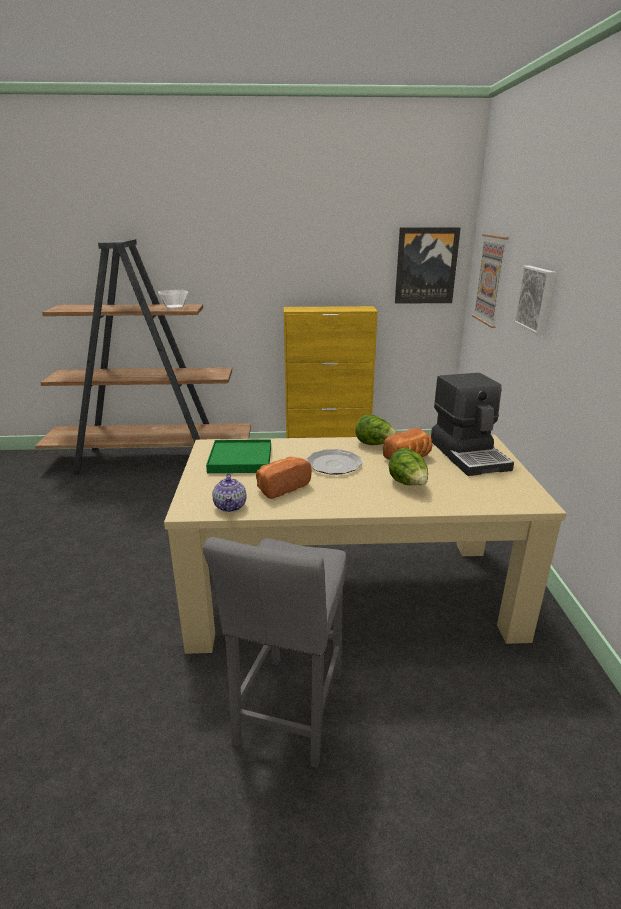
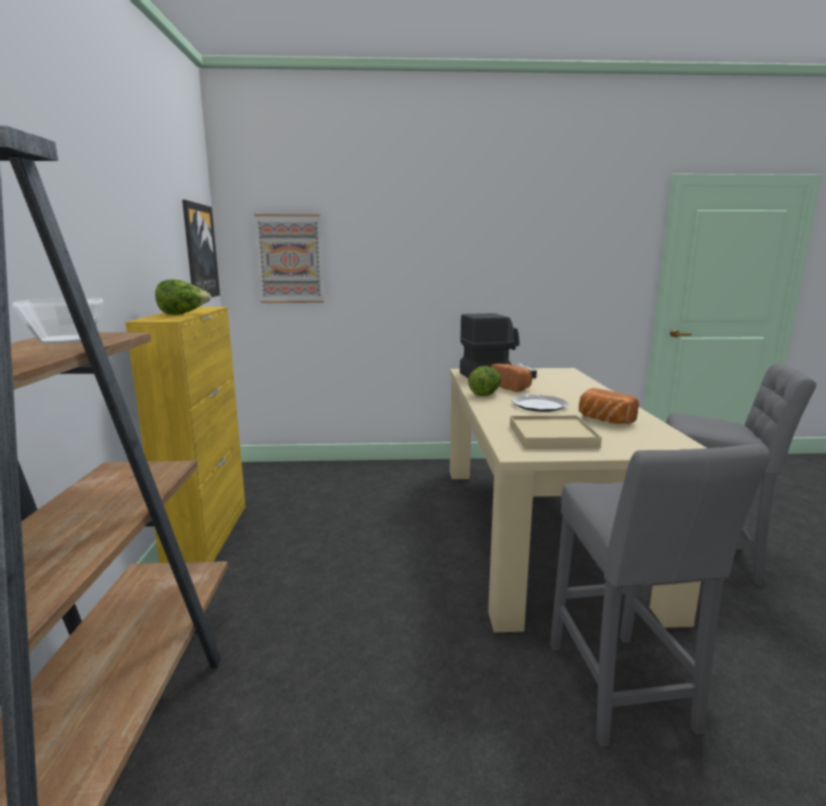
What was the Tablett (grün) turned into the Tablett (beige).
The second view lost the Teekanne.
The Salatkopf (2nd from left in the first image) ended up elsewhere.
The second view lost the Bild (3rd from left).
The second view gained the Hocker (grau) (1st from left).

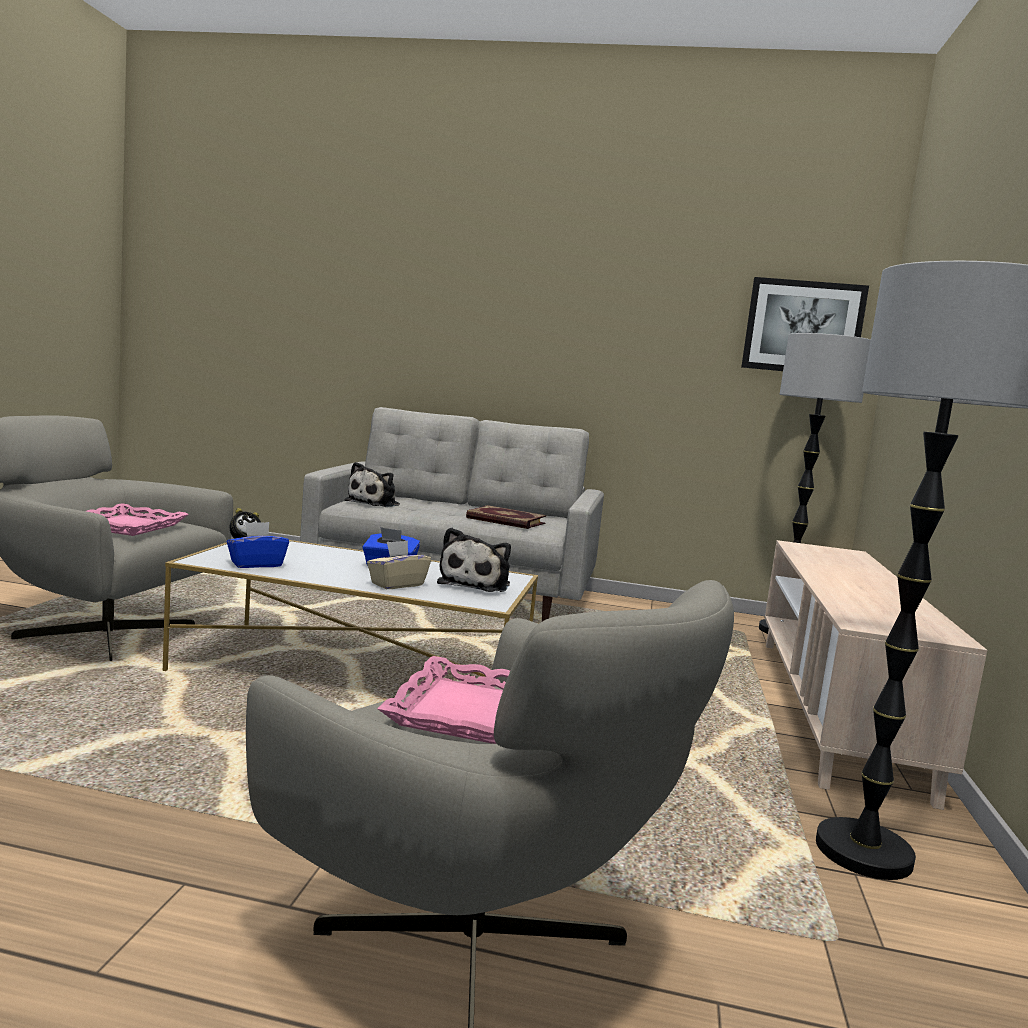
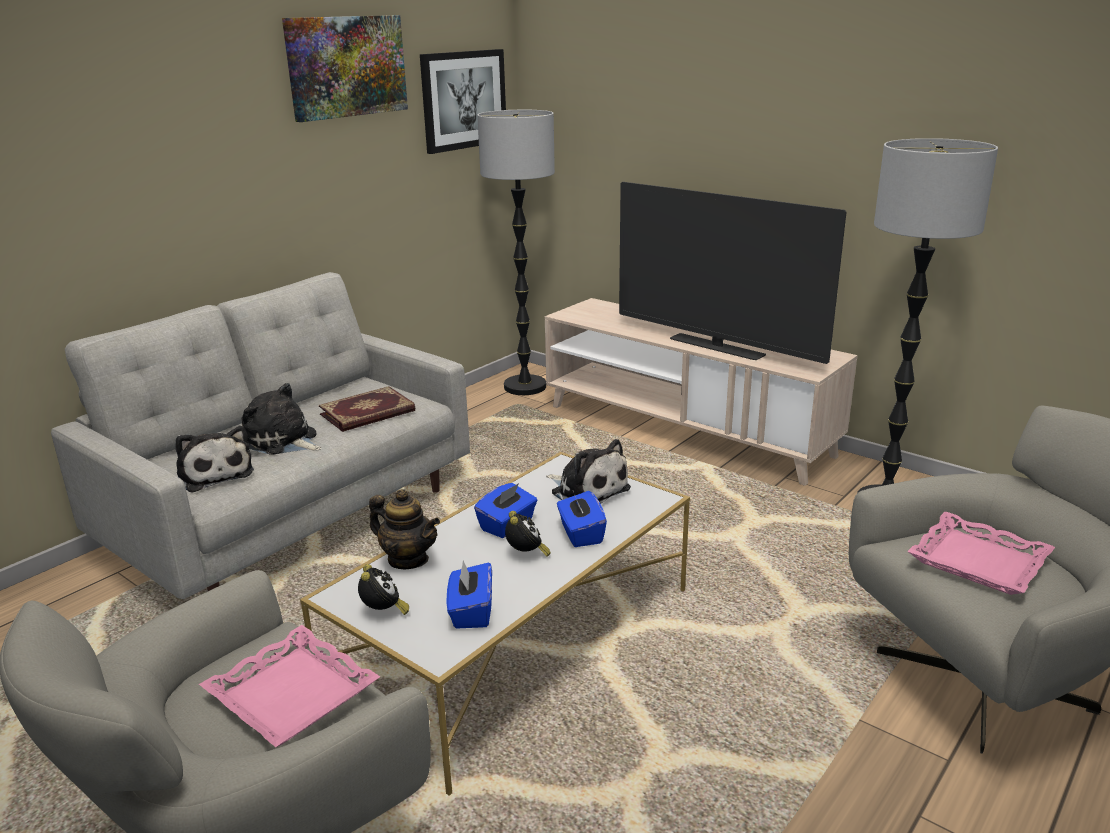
What was the Taschentuchbox (beige) turned into the Taschentuchbox (blau) (3rd from left).
The second view gained the Plüschtier (2nd from left).
The second view gained the Bild (1st from left).
The second view gained the Teekanne.
The second view gained the Wecker (2nd from left).
The second view gained the Fernseher.

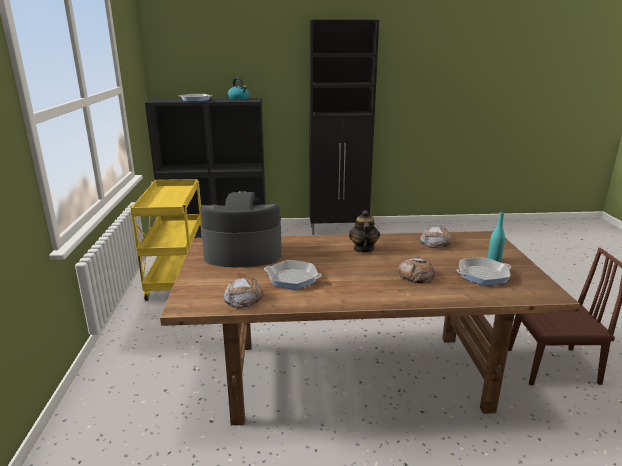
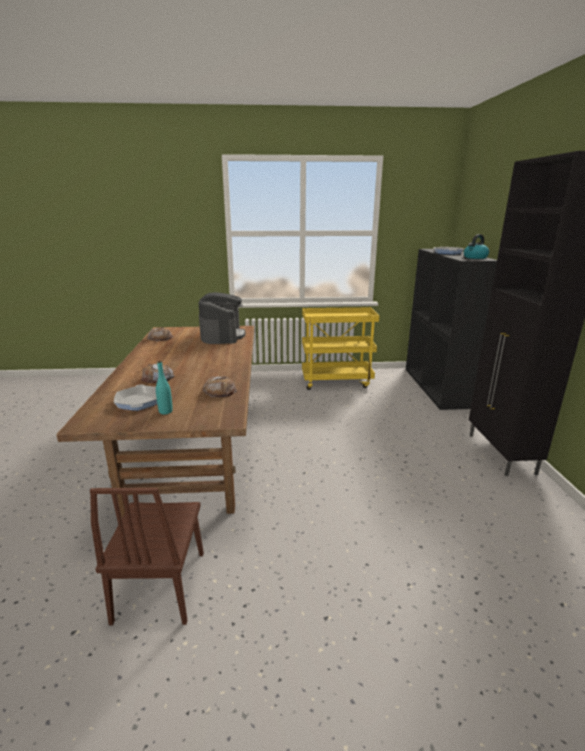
The second view lost the Pfanne (2nd from left).
The second view lost the Teekanne.

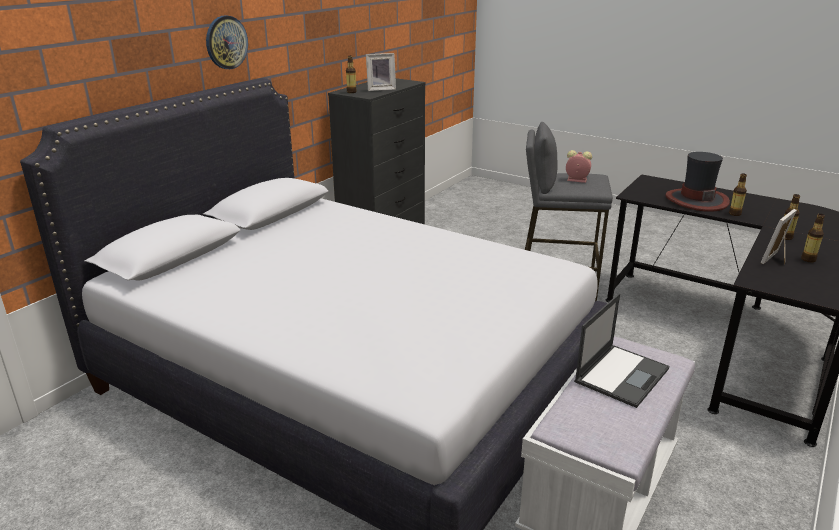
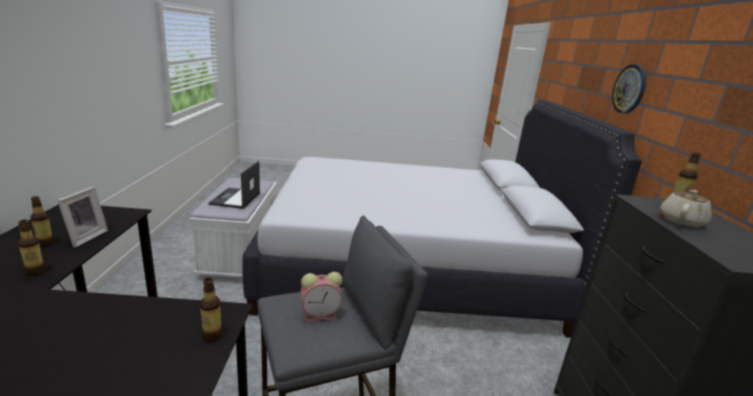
Where the Bilderrahmen (1st from left) stood, the Teekanne (beige) came to stand.
The second view lost the Hut.
The Flasche (2nd from left in the first image) ended up elsewhere.

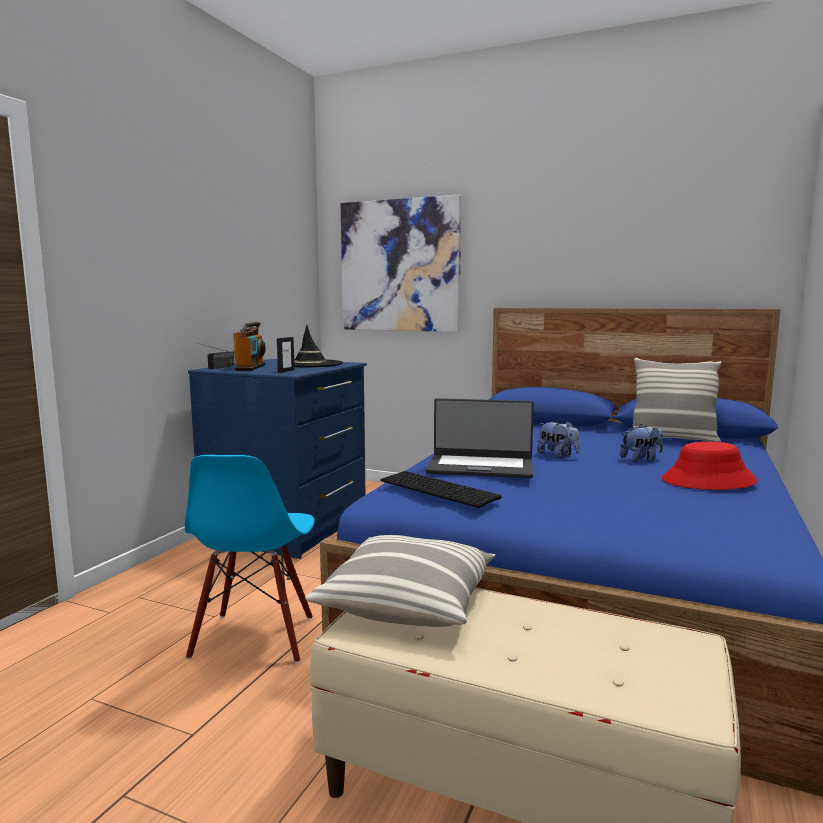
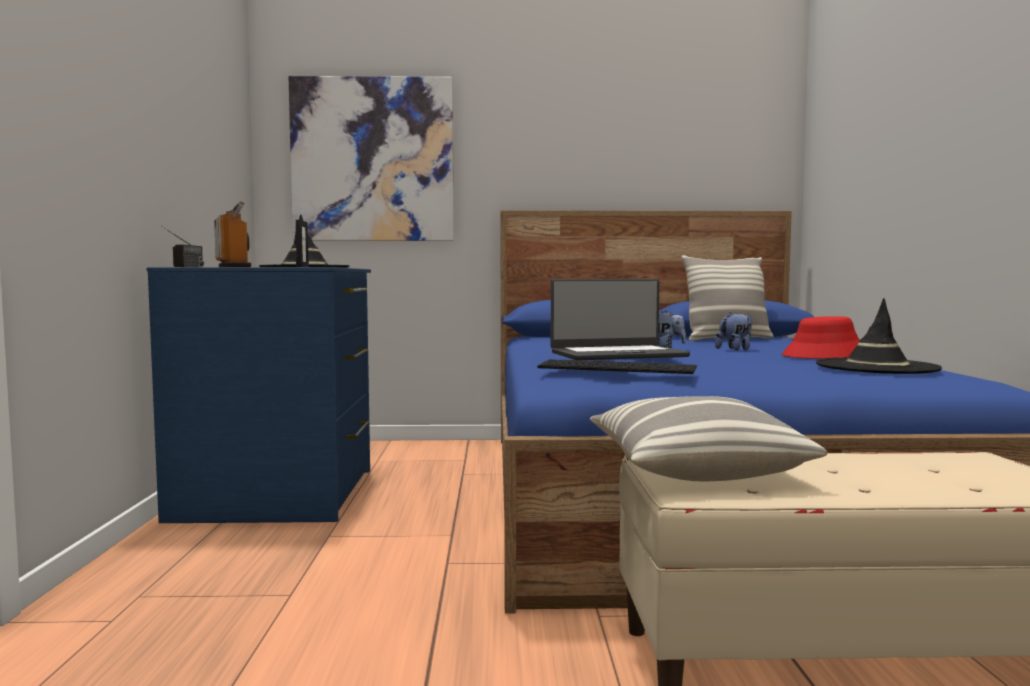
The second view lost the Stuhl (blau).
The second view gained the Hut (schwarz) (2nd from left).

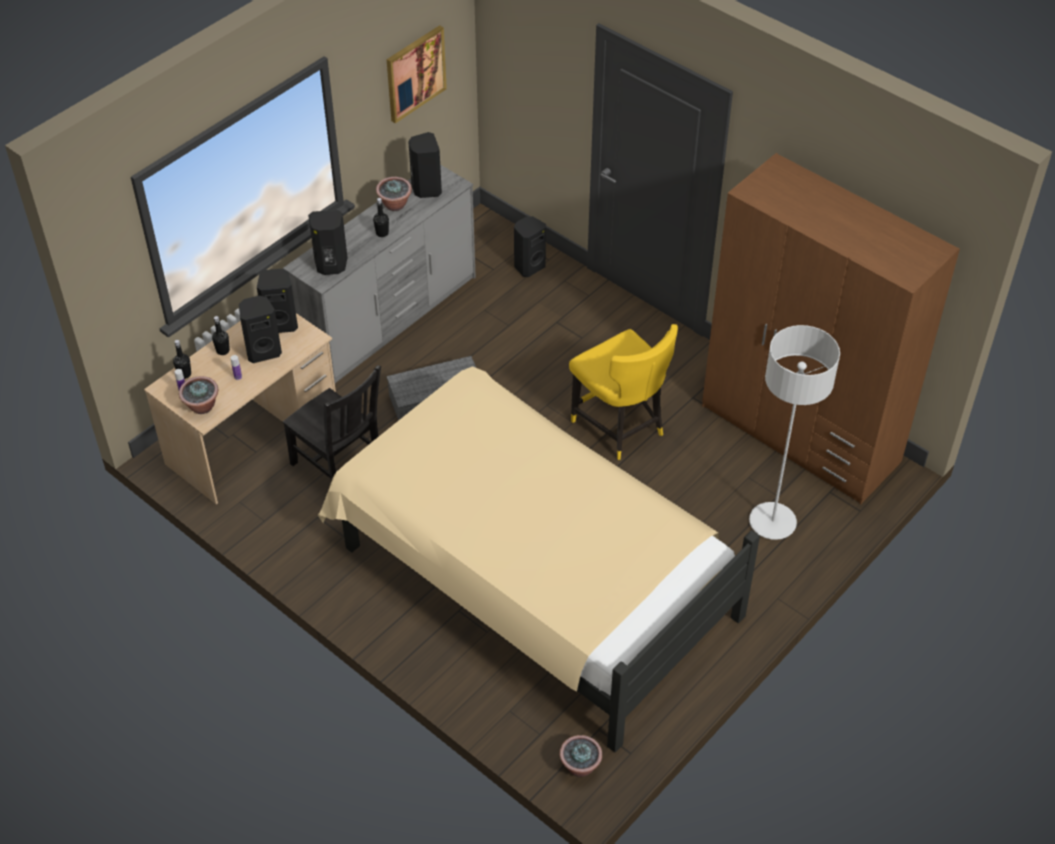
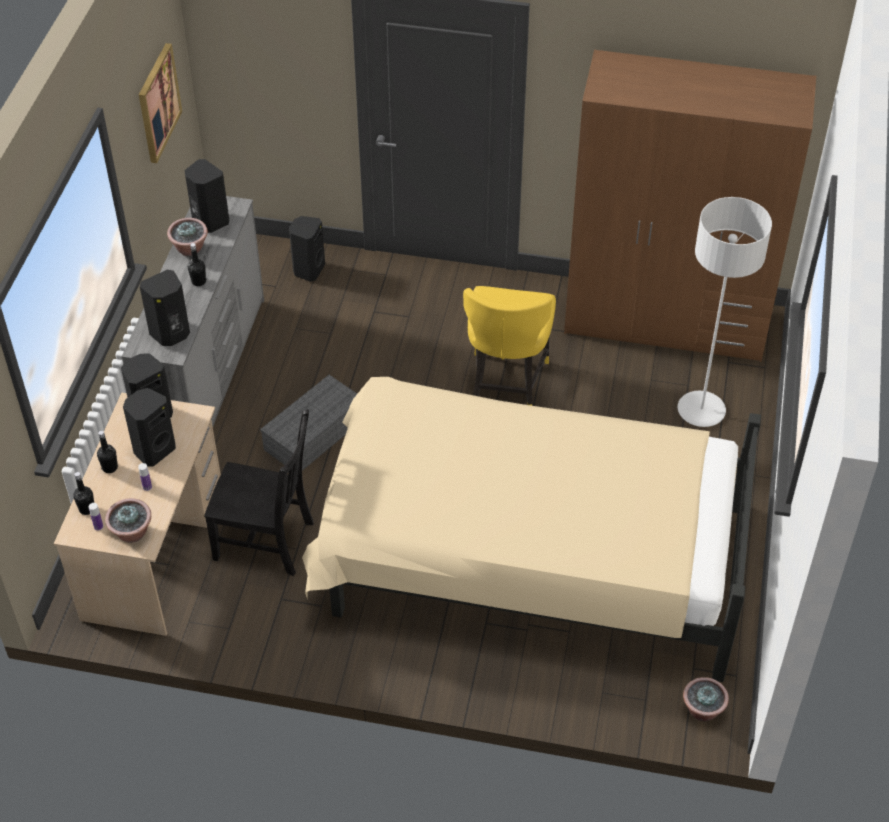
The Stuhl (gelb) ended up facing another way, 75 degrees clockwise from before.

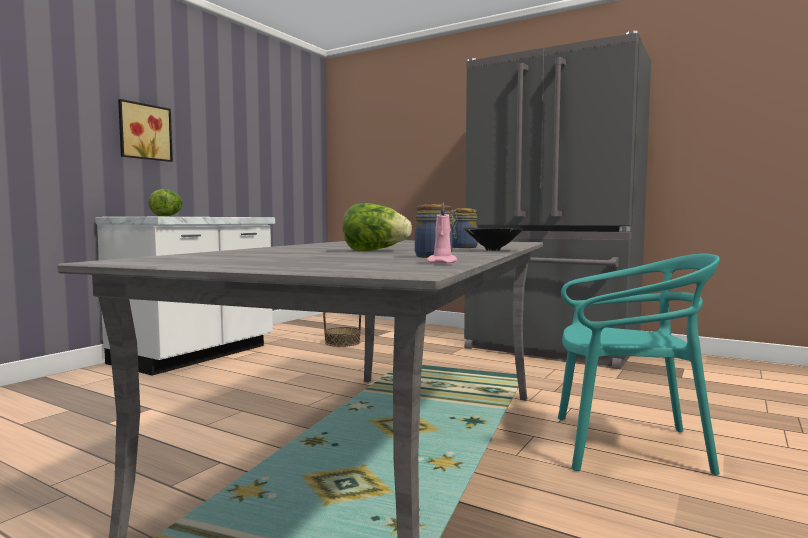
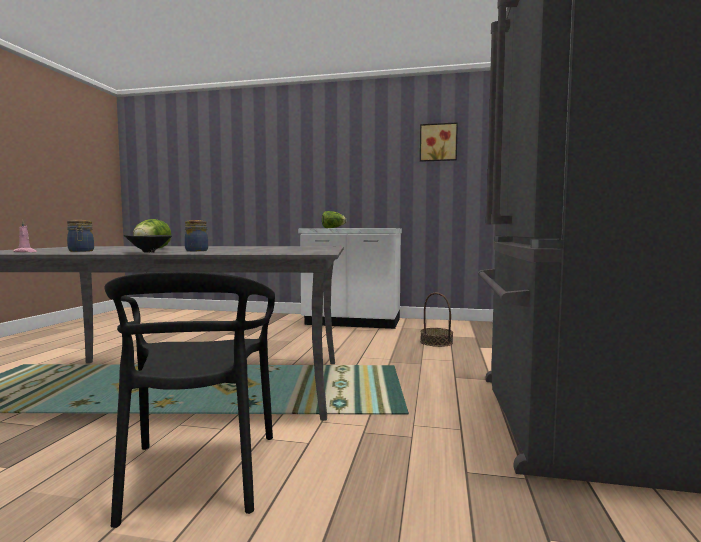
The Bild ended up elsewhere.
What was the Stuhl (türkis) turned into the Stuhl (schwarz).

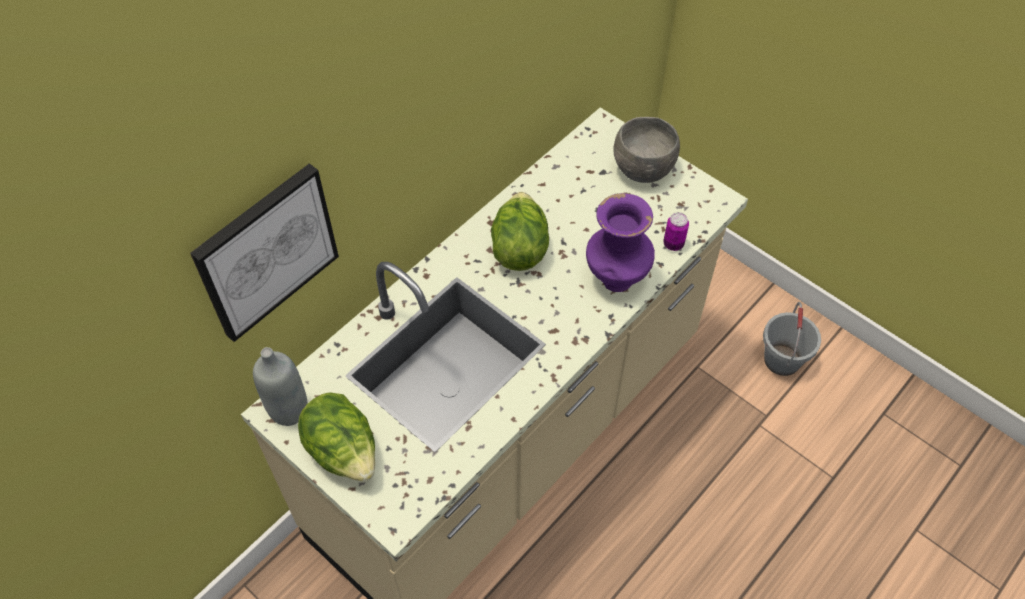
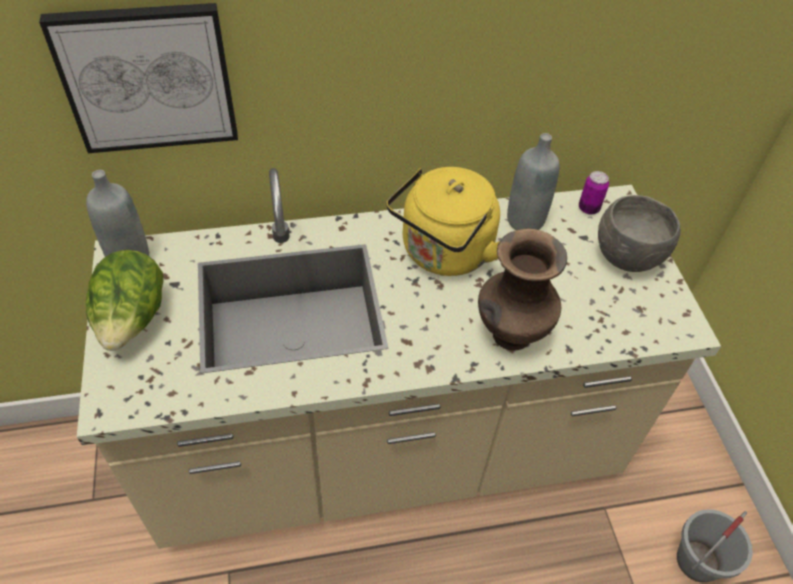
Where the Salatkopf (2nd from left) stood, the Wasserkessel (gelb) came to stand.
What was the Vase (lila) turned into the Vase (braun).
The Dose ended up elsewhere.
The second view gained the Flasche (grau) (2nd from left).

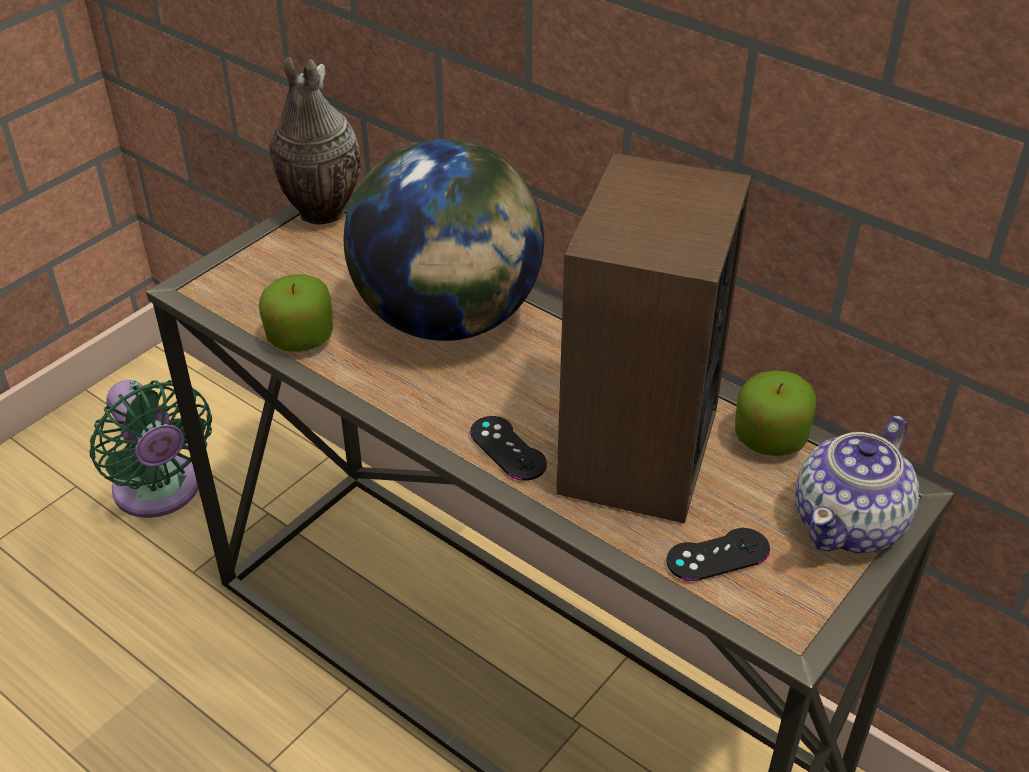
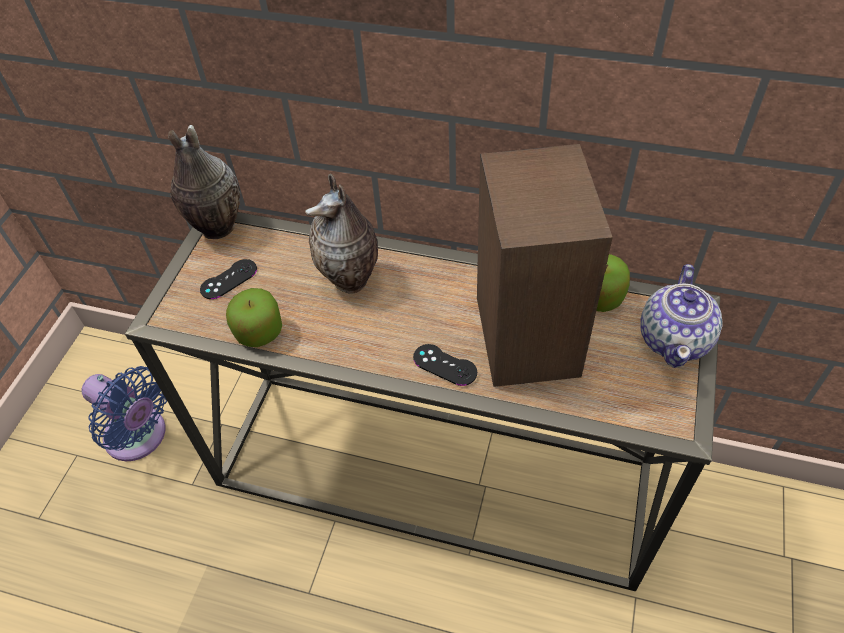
What was the Ventilator (grün) turned into the Ventilator (blau).
Where the Globus stood, the Vase (2nd from left) came to stand.
The Gamepad (schwarz) (2nd from left in the first image) ended up elsewhere.

